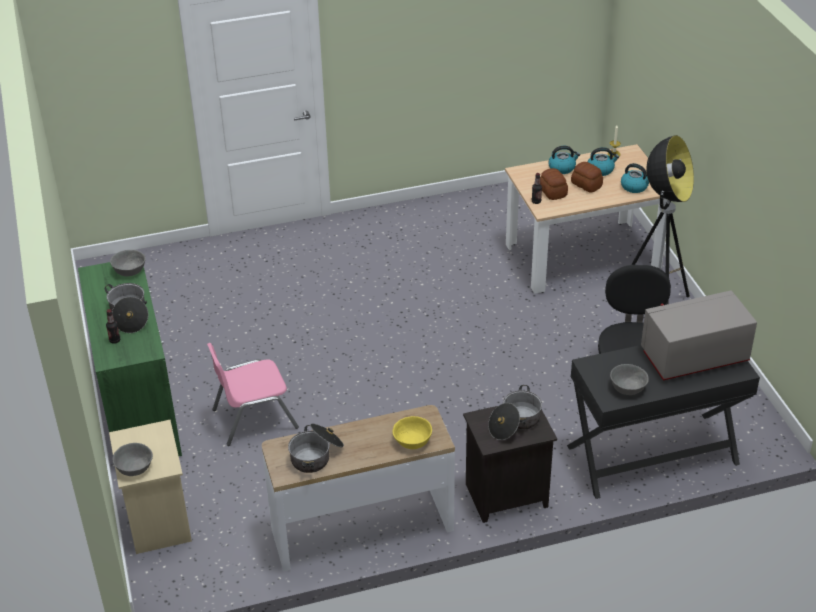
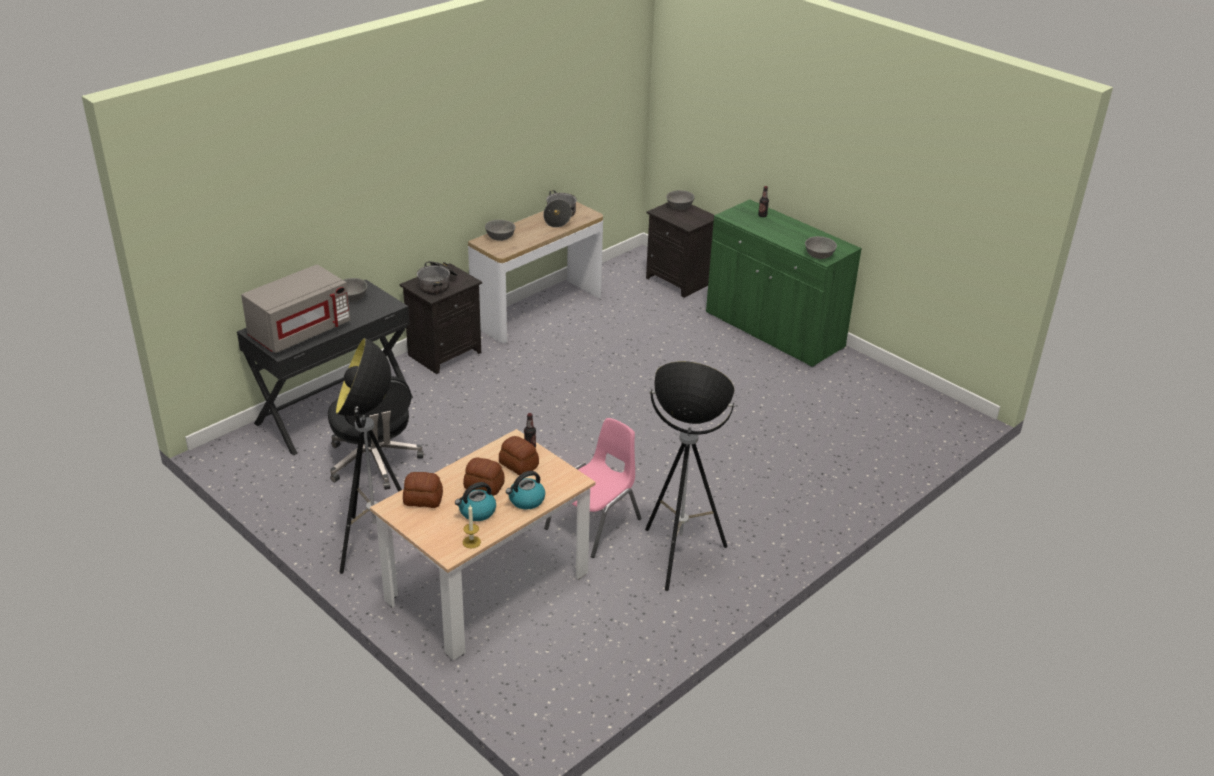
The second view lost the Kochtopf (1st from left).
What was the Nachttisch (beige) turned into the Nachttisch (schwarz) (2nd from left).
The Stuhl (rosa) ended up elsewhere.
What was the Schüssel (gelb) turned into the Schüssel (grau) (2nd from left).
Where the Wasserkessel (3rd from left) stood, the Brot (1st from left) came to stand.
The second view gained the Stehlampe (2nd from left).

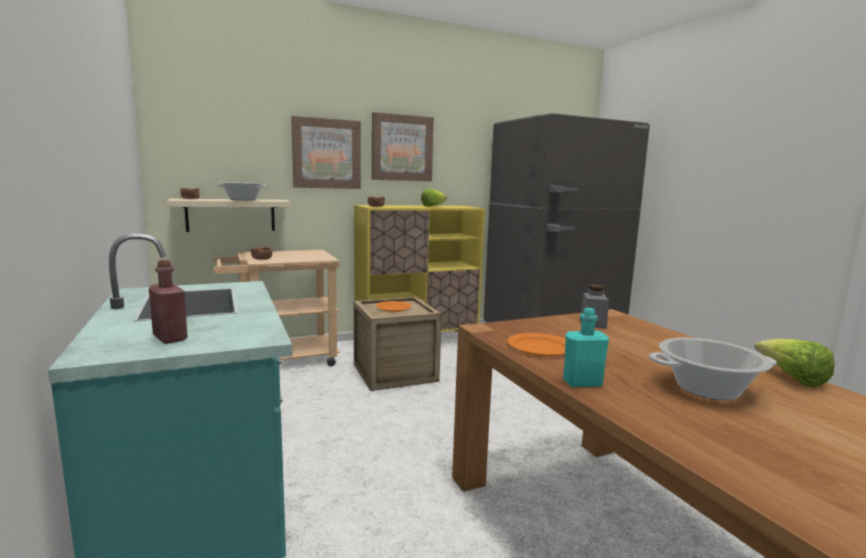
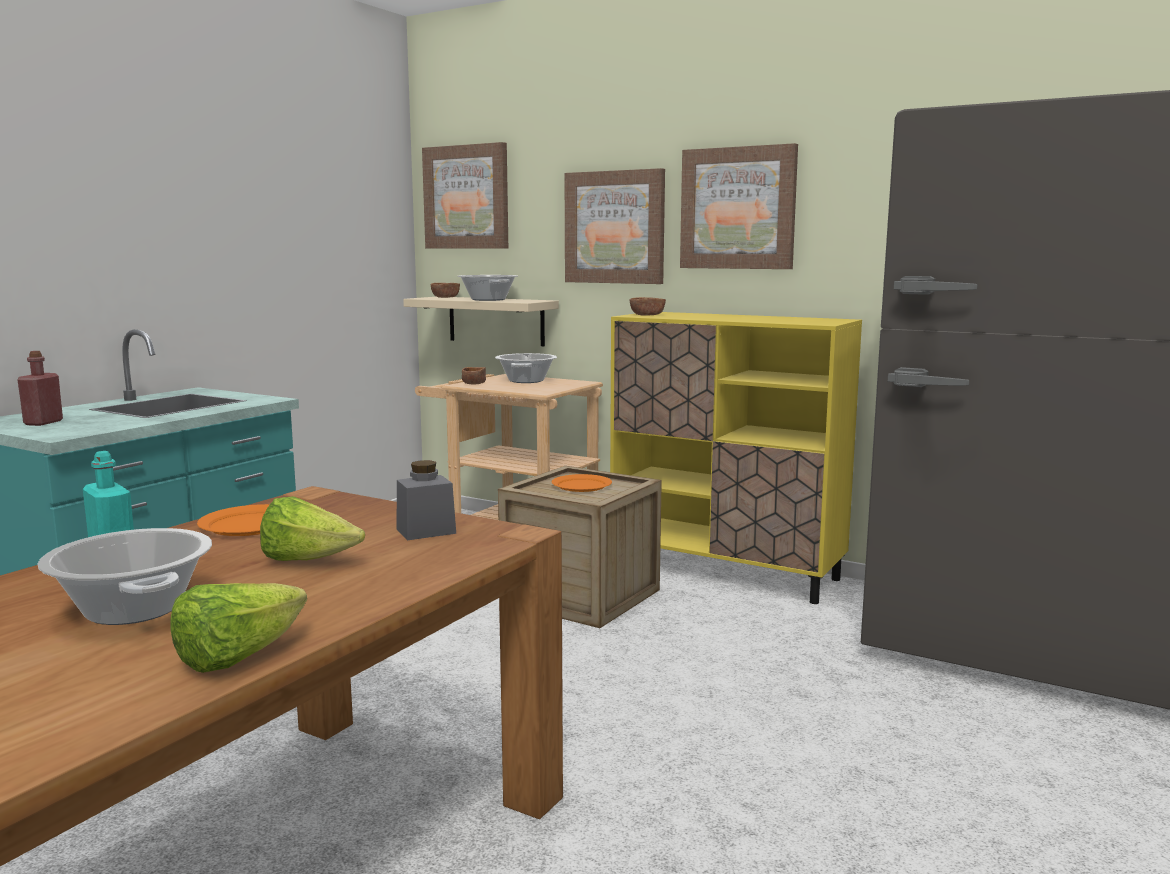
The Salatkopf (1st from left in the first image) ended up elsewhere.
The second view gained the Bild (1st from left).
The second view gained the Kochtopf (3rd from left).

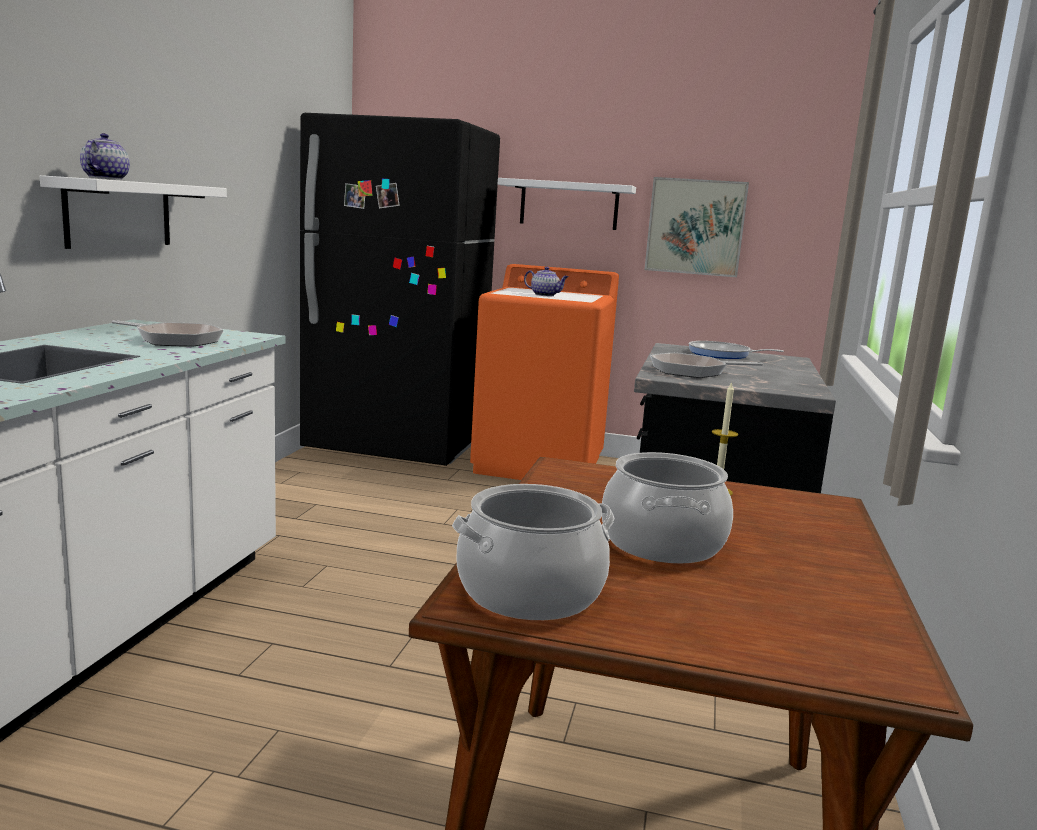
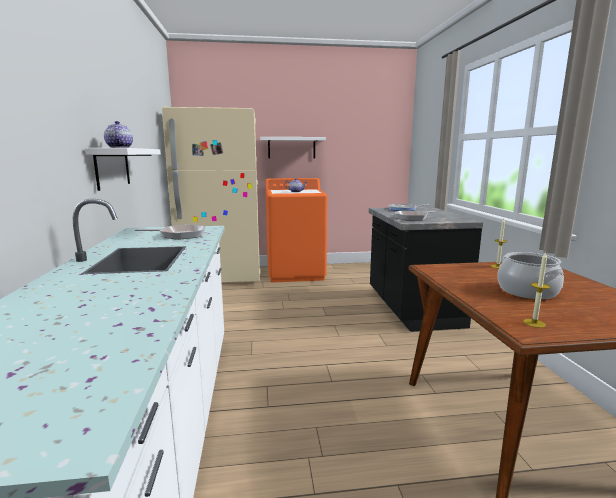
What was the Kühlschrank (schwarz) turned into the Kühlschrank (beige).
Where the Kochtopf (1st from left) stood, the Kerze (2nd from left) came to stand.
The second view lost the Bild.

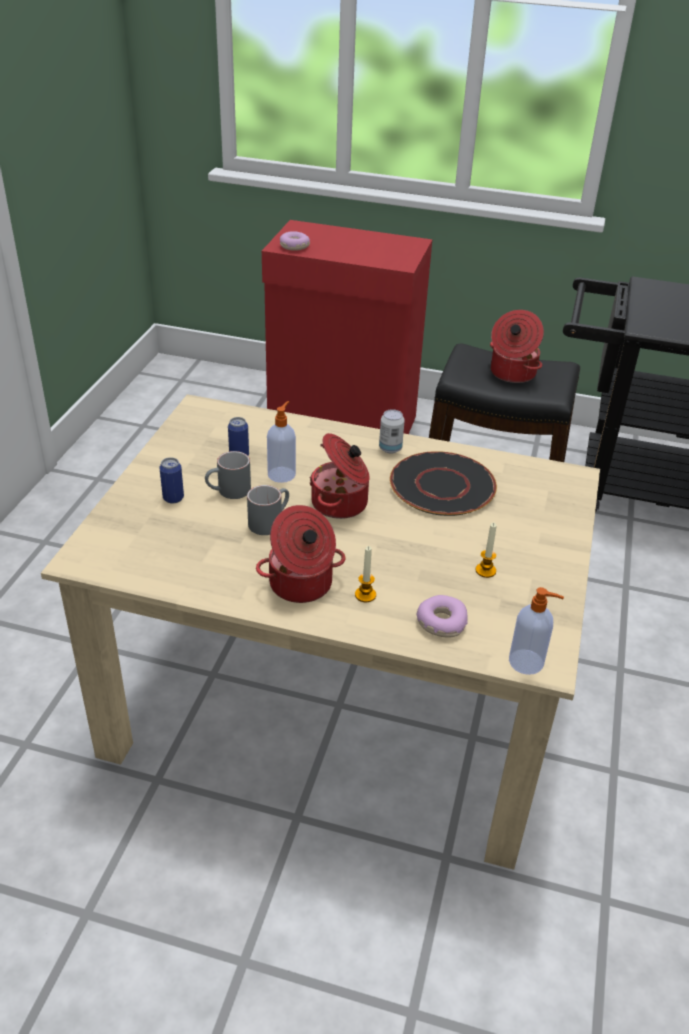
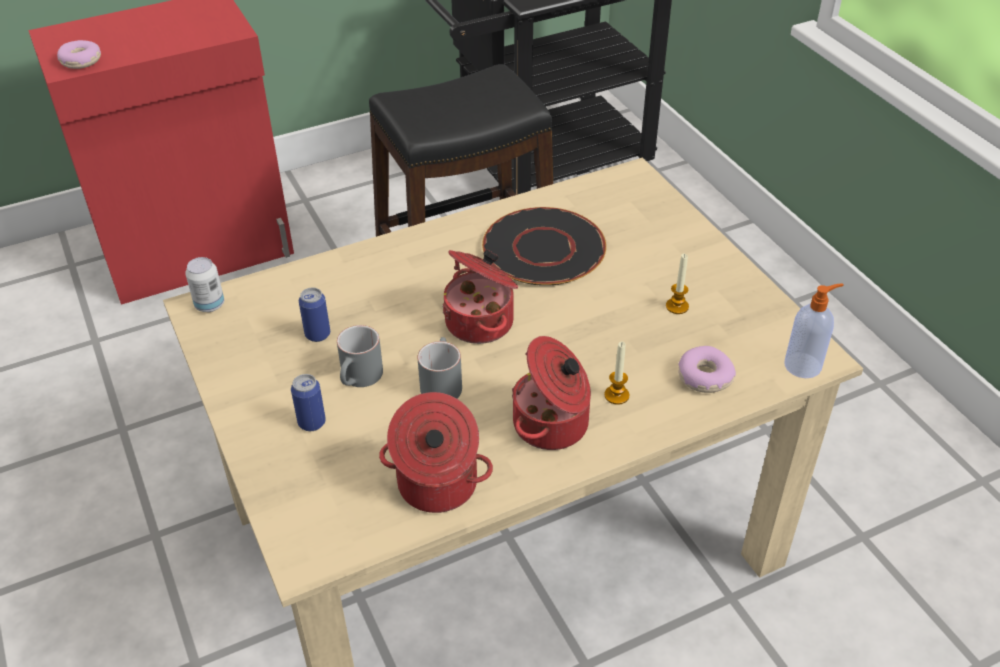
The second view lost the Seifenspender (1st from left).
The Dose (3rd from left in the first image) ended up elsewhere.
The Kochtopf (3rd from left in the first image) ended up elsewhere.

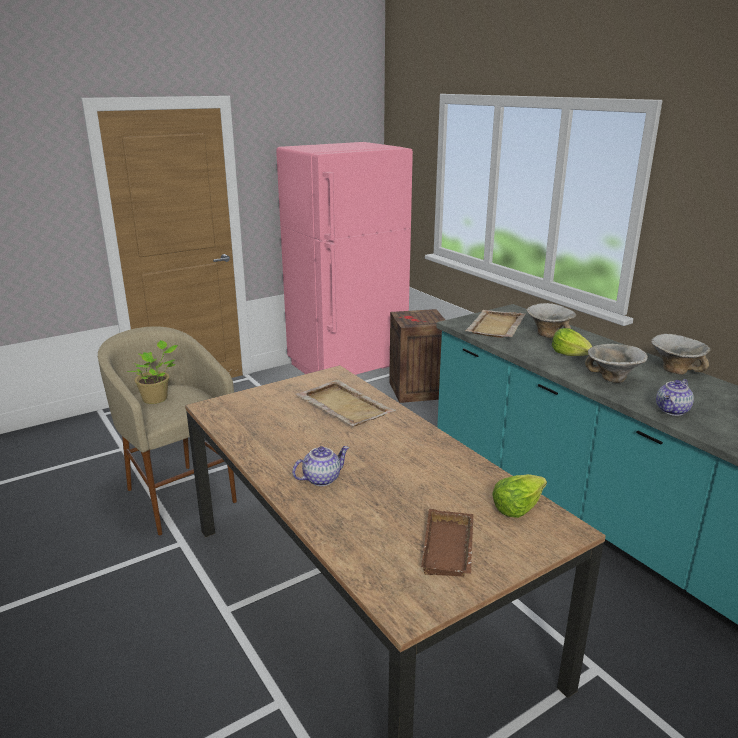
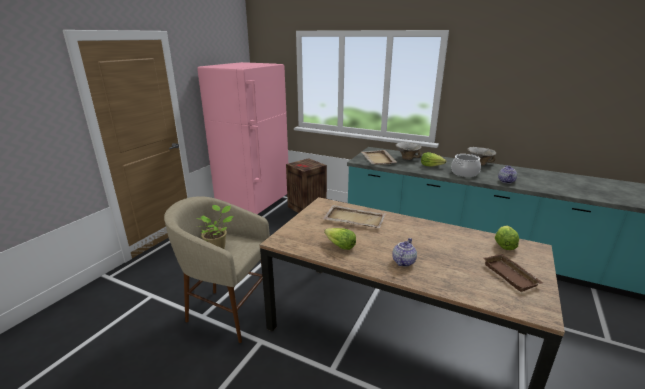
Where the Schüssel (2nd from left) stood, the Kochtopf came to stand.
The second view gained the Salatkopf (1st from left).

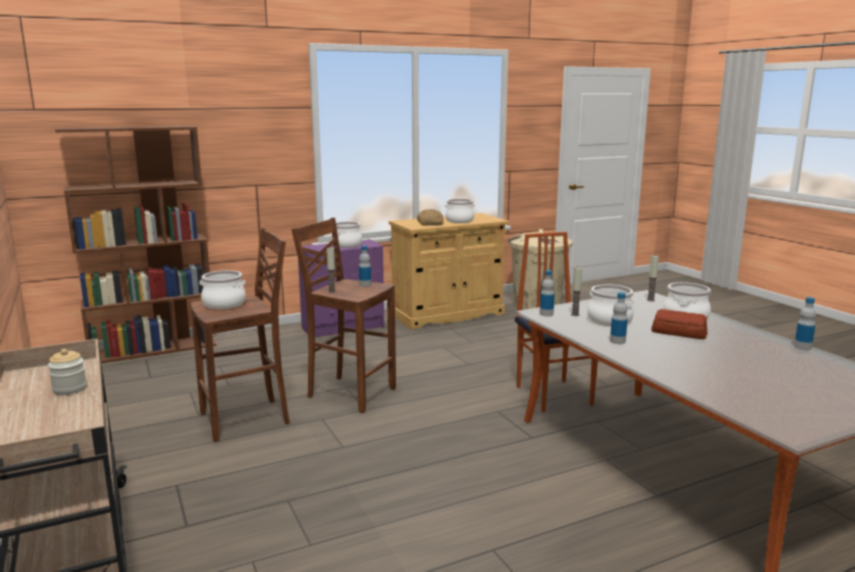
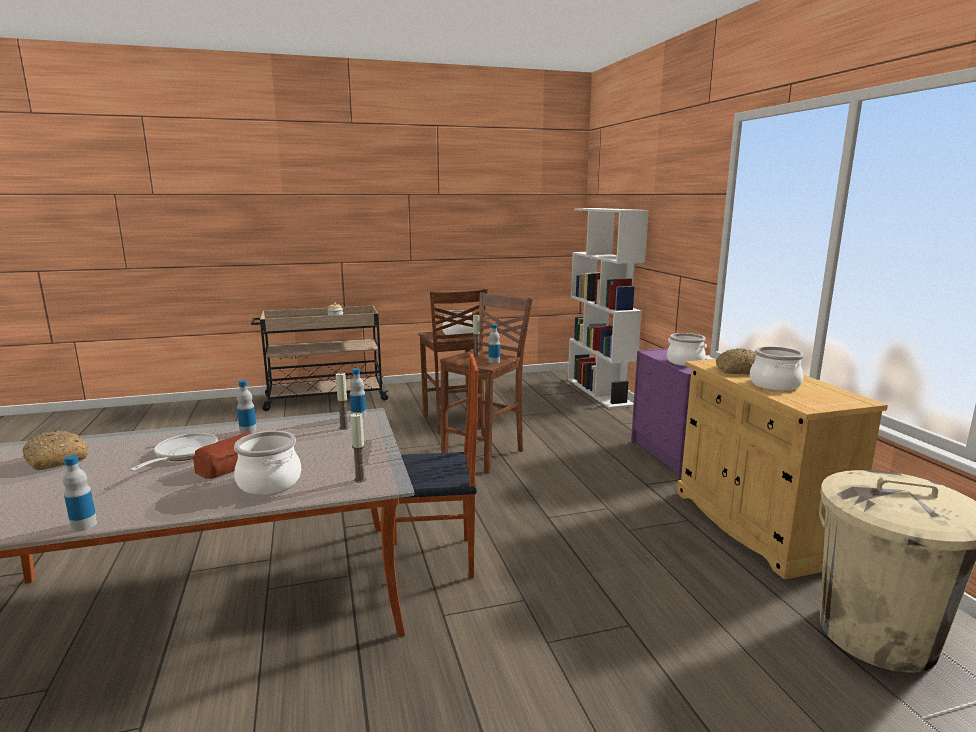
What was the Bücherregal (braun) turned into the Bücherregal (weiß).
The second view lost the Kochtopf (4th from left).
The second view gained the Brot (1st from left).
The second view gained the Pfanne.

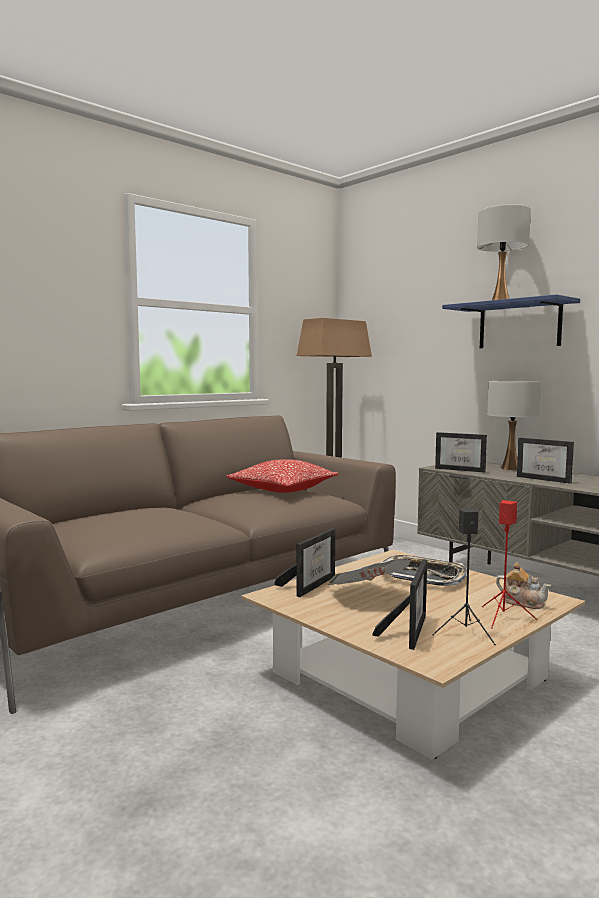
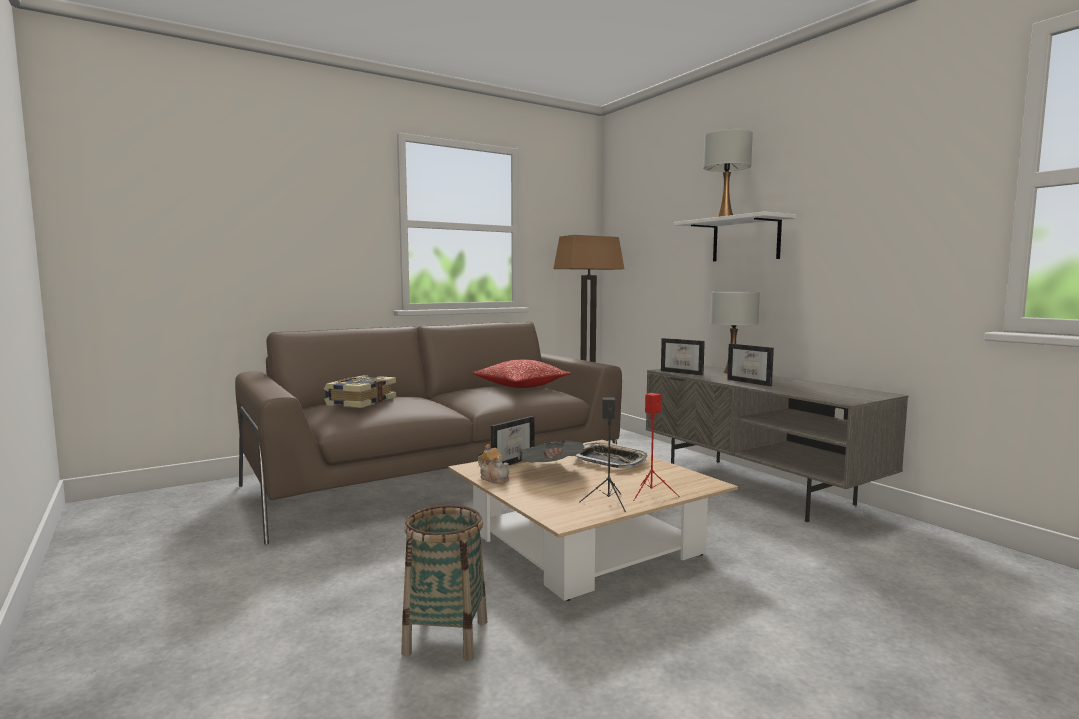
The second view lost the Bilderrahmen (2nd from left).
What was the Wandregal (blau) turned into the Wandregal (weiß).
The Teekanne ended up elsewhere.
The second view gained the Buch.
The second view gained the Korb.

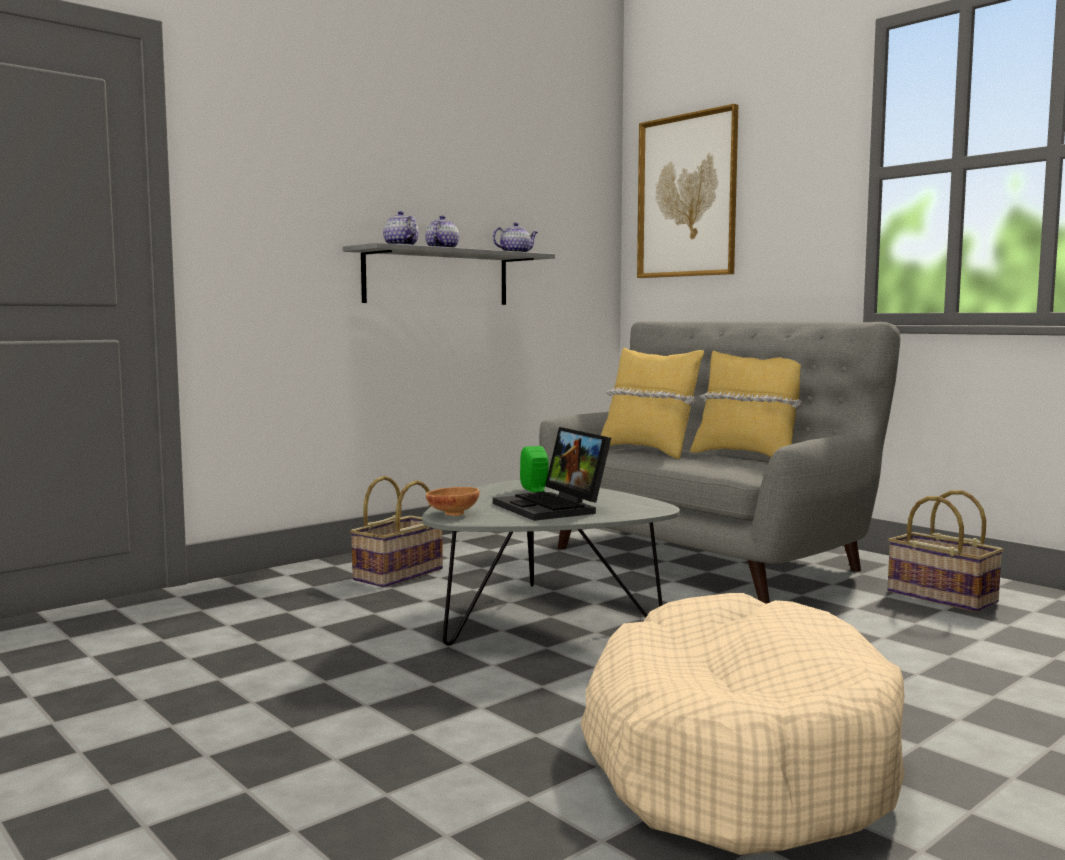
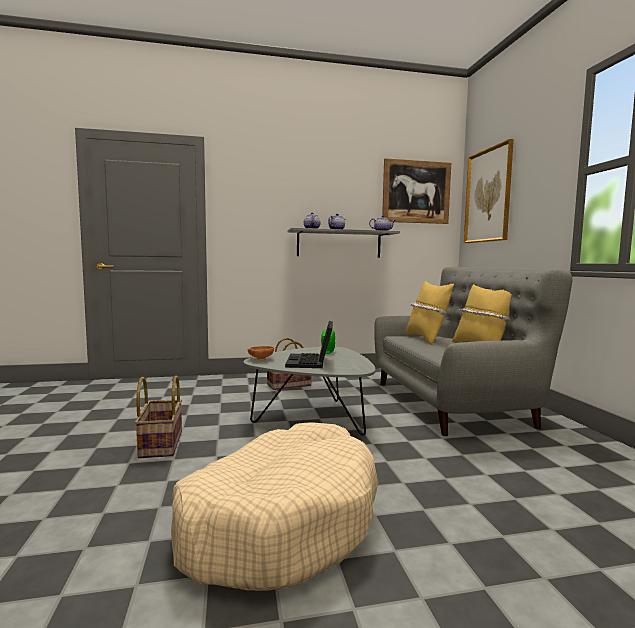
The Korb (2nd from left in the first image) ended up elsewhere.
The second view gained the Bild (1st from left).

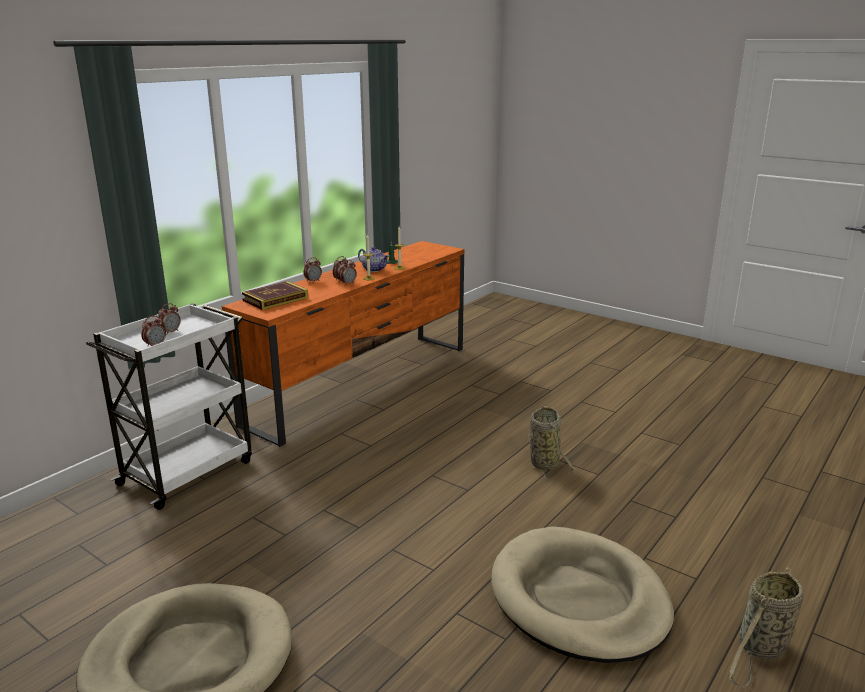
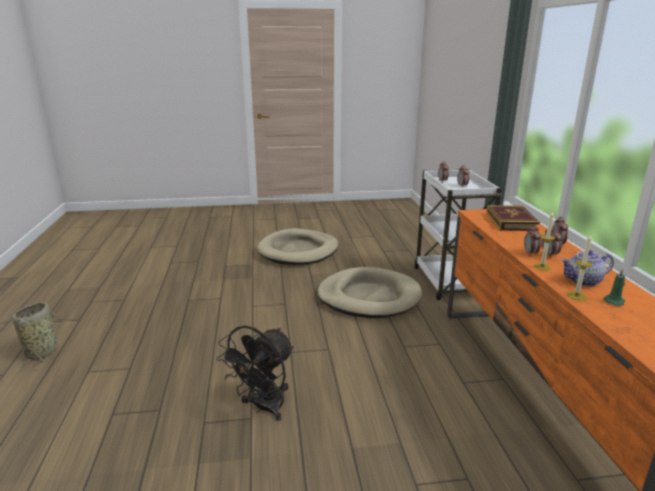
The Hundebett (beige) (2nd from left) ended up elsewhere.
Where the Korb (1st from left) stood, the Ventilator (schwarz) came to stand.

